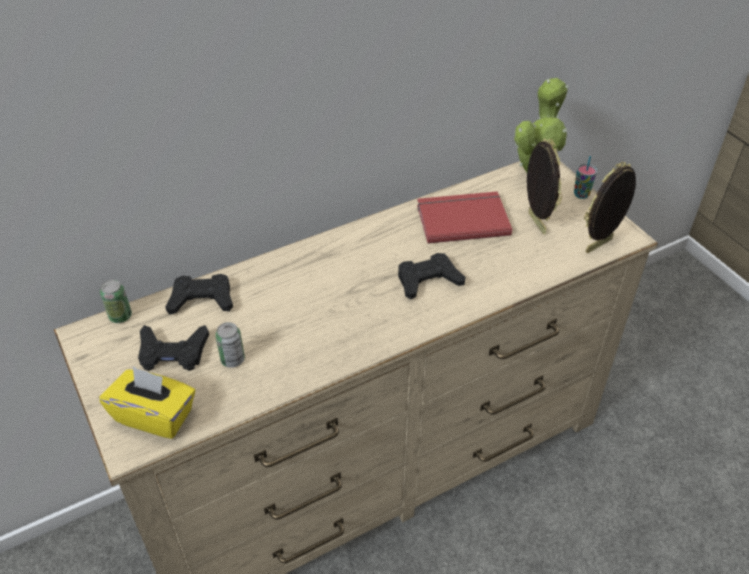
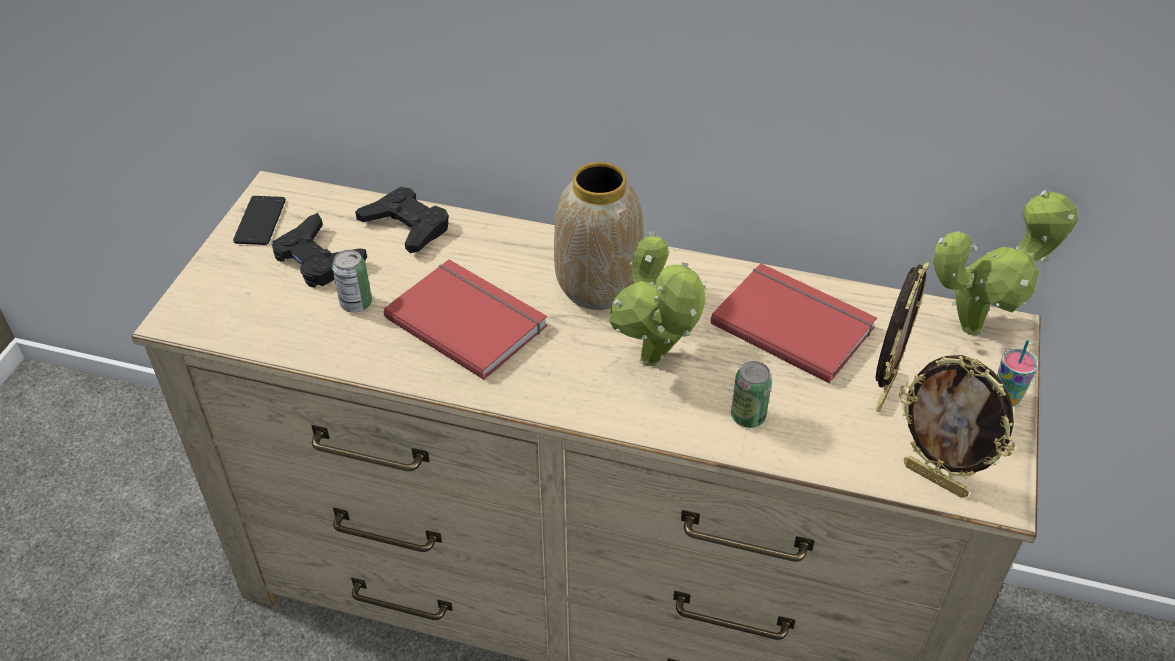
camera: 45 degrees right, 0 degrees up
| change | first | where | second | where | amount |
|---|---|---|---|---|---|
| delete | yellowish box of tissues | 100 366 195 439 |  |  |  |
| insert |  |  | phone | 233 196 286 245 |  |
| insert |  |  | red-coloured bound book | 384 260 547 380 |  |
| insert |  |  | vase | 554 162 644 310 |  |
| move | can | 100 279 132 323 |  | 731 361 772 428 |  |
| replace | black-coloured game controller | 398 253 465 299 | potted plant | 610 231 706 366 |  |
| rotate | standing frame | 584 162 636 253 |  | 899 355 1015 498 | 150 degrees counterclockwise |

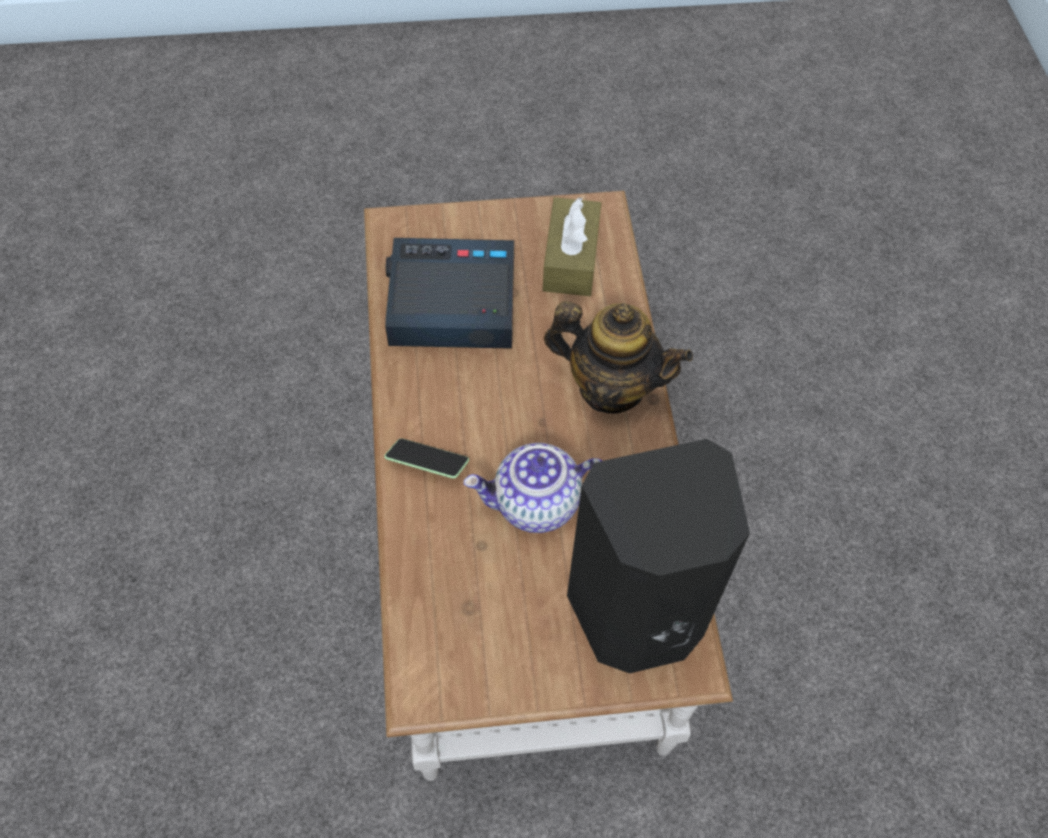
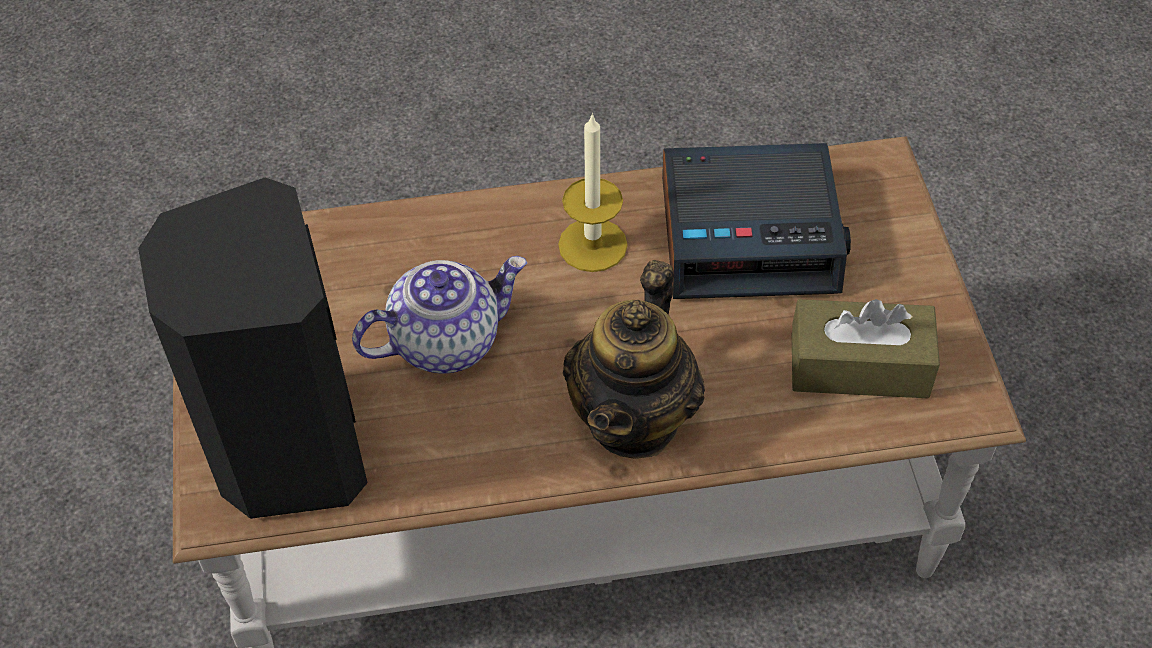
camera: 90 degrees right, 5 degrees down
| change | first | where | second | where | amount |
|---|---|---|---|---|---|
| delete | phone | 384 439 469 478 |  |  |  |
| insert |  |  | wax candle | 558 113 628 272 |  |
| rotate | alarm clock | 385 238 514 349 |  | 662 143 851 299 | 90 degrees clockwise |
| rotate | tea pot | 464 443 603 533 |  | 352 256 527 373 | 75 degrees clockwise |

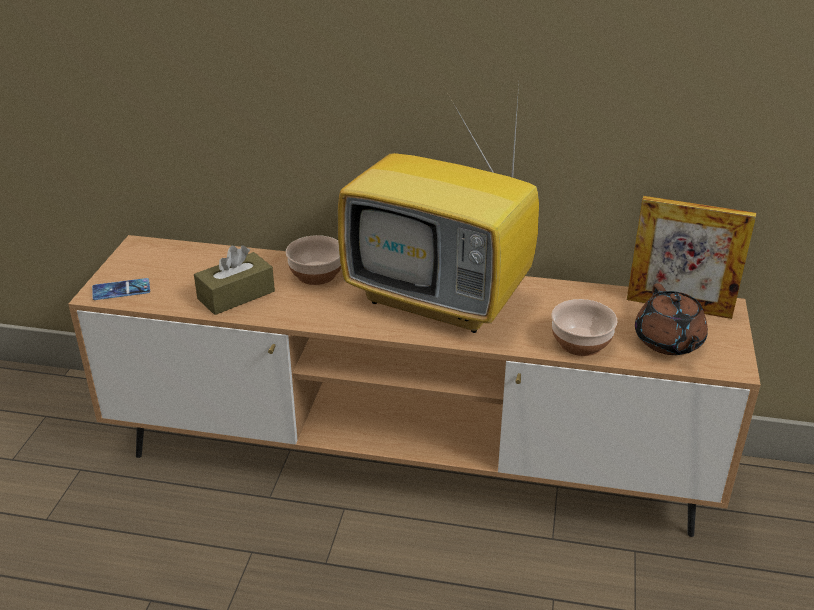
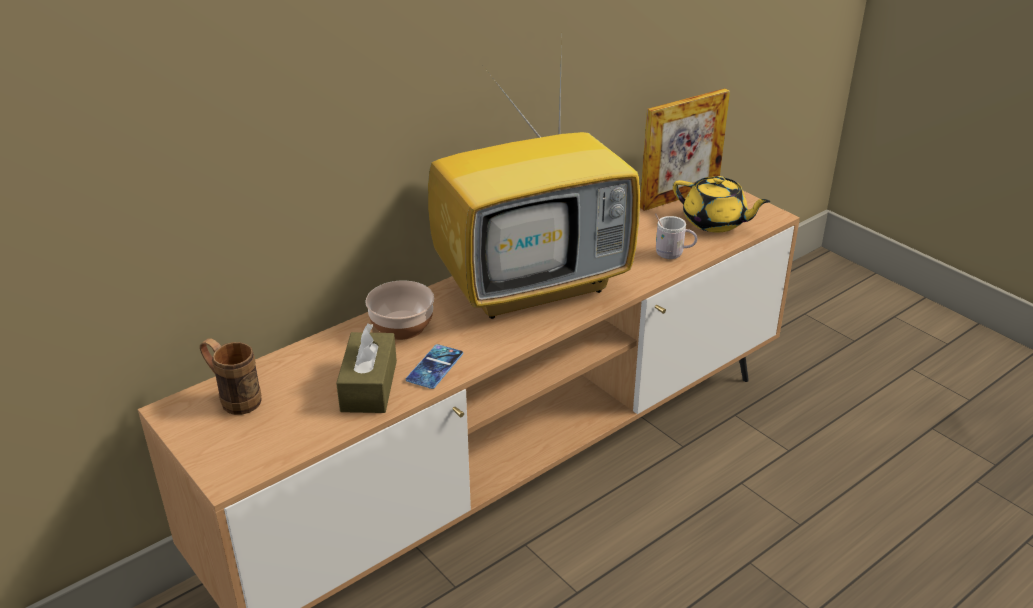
camera: 50 degrees left, 0 degrees up
| change | first | where | second | where | amount |
|---|---|---|---|---|---|
| insert |  |  | brownish coffee mug | 200 338 262 415 |  |
| move | phone | 92 278 150 300 |  | 406 344 463 389 |  |
| replace | deep dish | 551 299 617 356 | white-coloured coffee mug | 655 213 697 259 |  |
| recolor | brownish tea pot | 635 283 708 355 | yellowish tea pot | 673 176 770 232 |  |

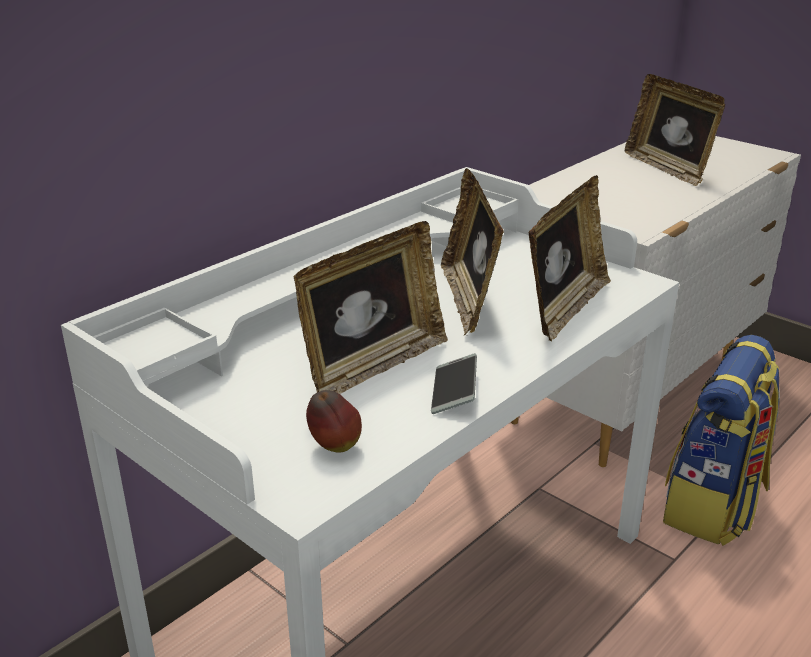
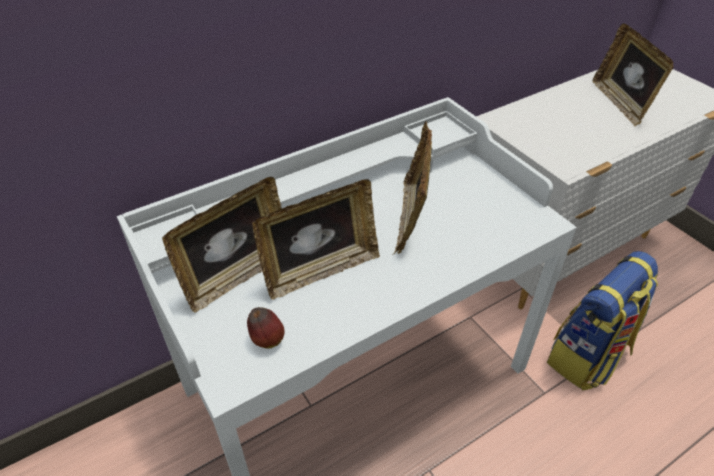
camera: 15 degrees right, 15 degrees up
| change | first | where | second | where | amount |
|---|---|---|---|---|---|
| delete | phone | 431 353 477 414 |  |  |  |
| move | standing frame | 528 175 611 341 |  | 162 177 282 313 |  |

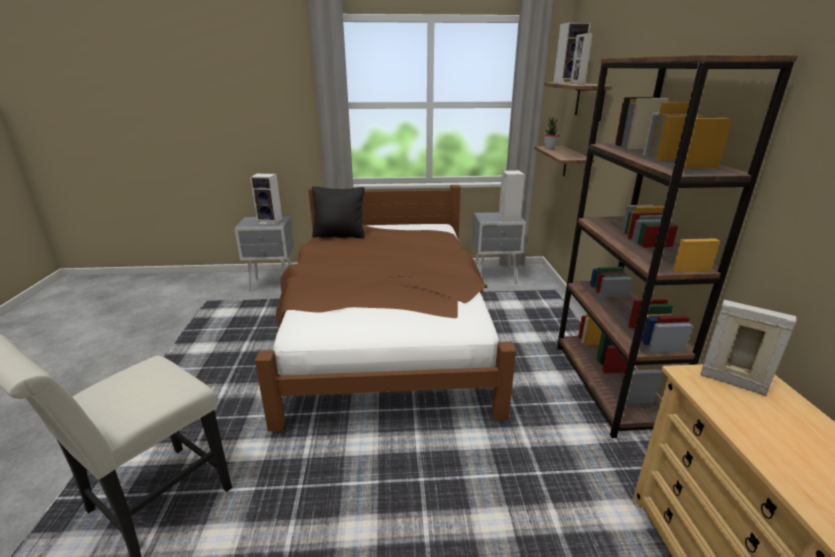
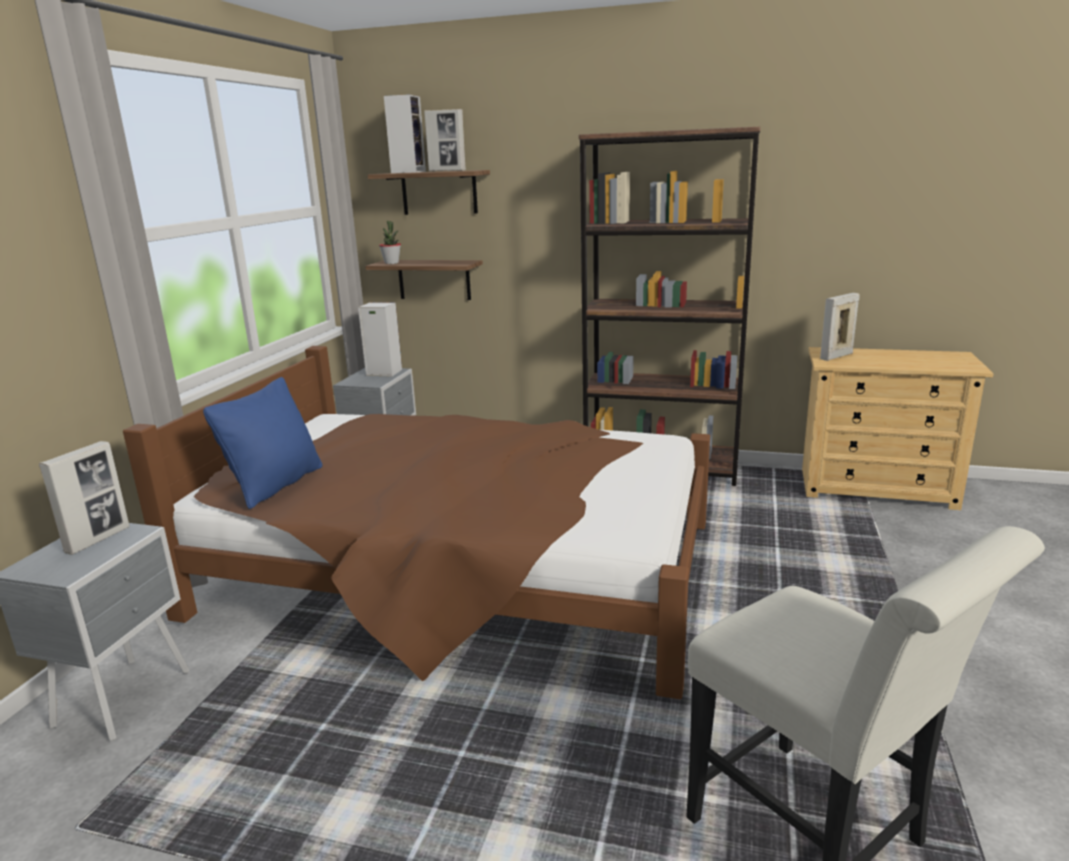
camera: 70 degrees left, 5 degrees down
| change | first | where | second | where | amount |
|---|---|---|---|---|---|
| replace | loudspeaker | 250 173 282 225 | standing frame | 39 441 130 555 |  |
| recolor | black-coloured cushion | 312 186 365 239 | bluish cushion | 203 377 322 509 |  |

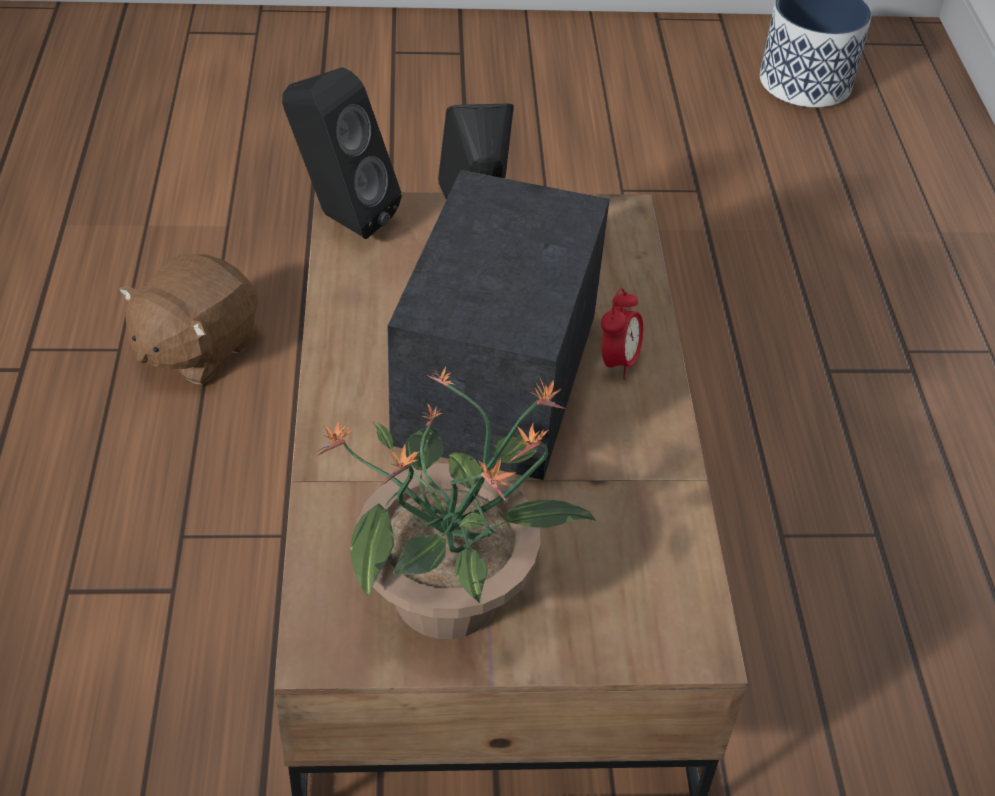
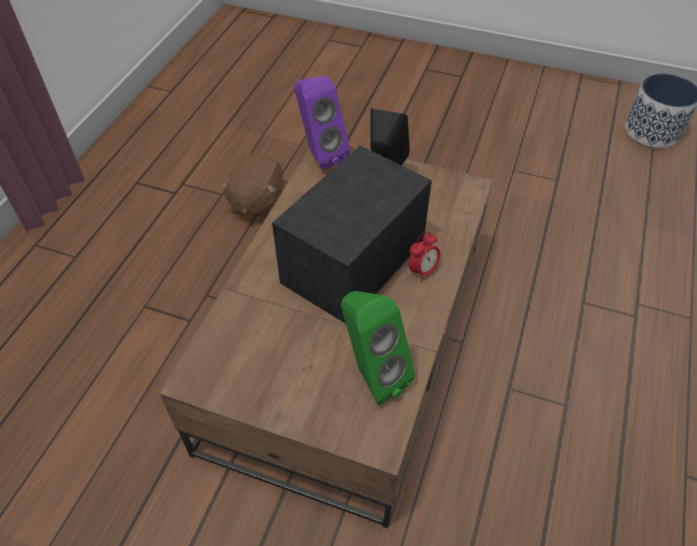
camera: 25 degrees right, 5 degrees up
| change | first | where | second | where | amount |
|---|---|---|---|---|---|
| delete | potted plant | 314 367 597 639 |  |  |  |
| insert |  |  | green-coloured loudspeaker | 341 291 415 405 |  |
| recolor | black-coloured loudspeaker | 282 67 402 239 | purple loudspeaker | 294 76 350 170 |  |
| rotate | brownish soft toy | 119 253 258 384 |  | 220 154 283 218 | 45 degrees counterclockwise |

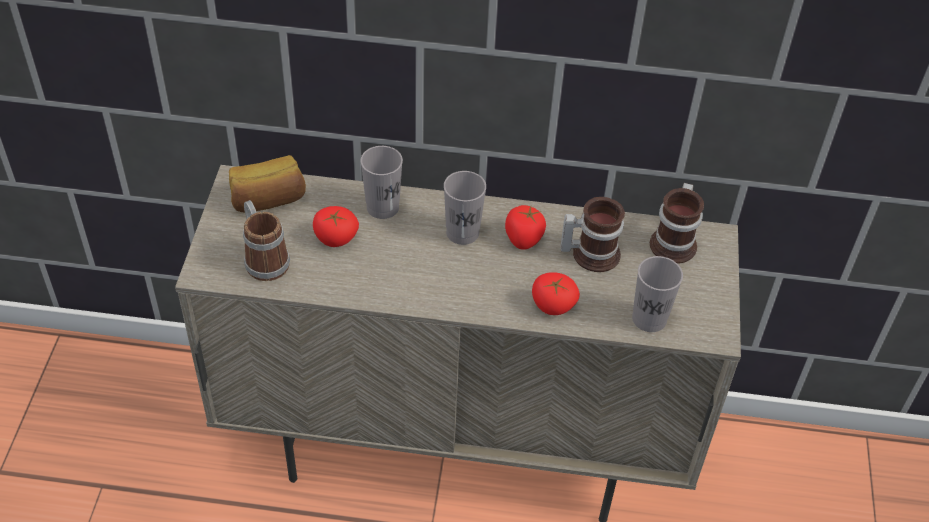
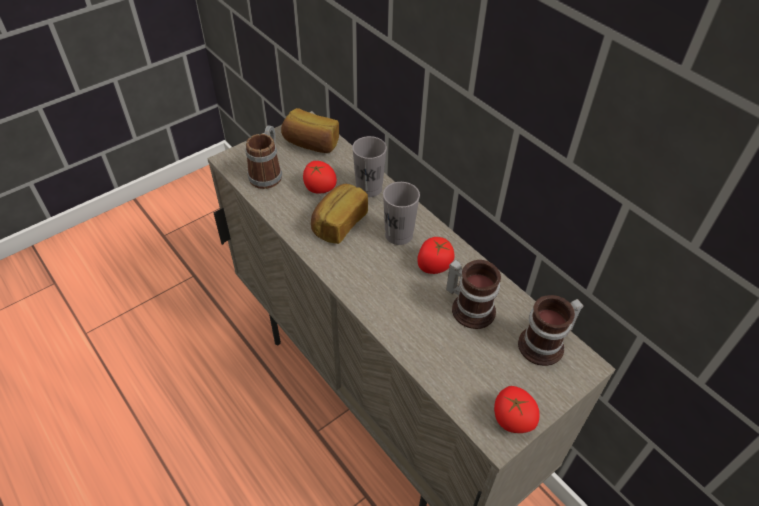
camera: 45 degrees right, 0 degrees up
| change | first | where | second | where | amount |
|---|---|---|---|---|---|
| delete | gray drinking cup | 632 256 683 332 |  |  |  |
| insert |  |  | bread | 311 184 368 244 |  |
| move | whole tomato | 532 272 580 315 |  | 494 386 540 433 |  |

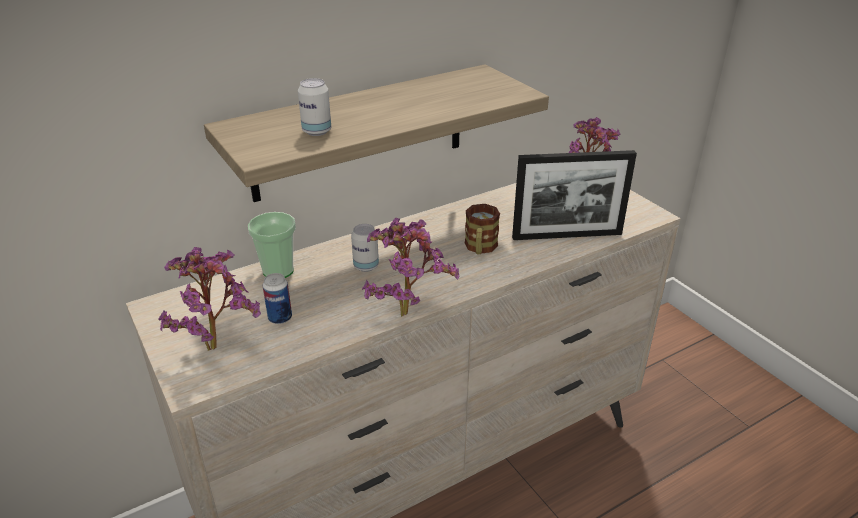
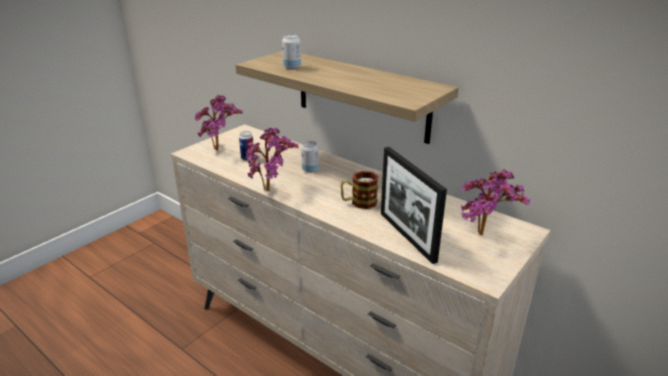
camera: 70 degrees right, 5 degrees down
| change | first | where | second | where | amount |
|---|---|---|---|---|---|
| delete | drinking cup | 248 212 296 278 |  |  |  |

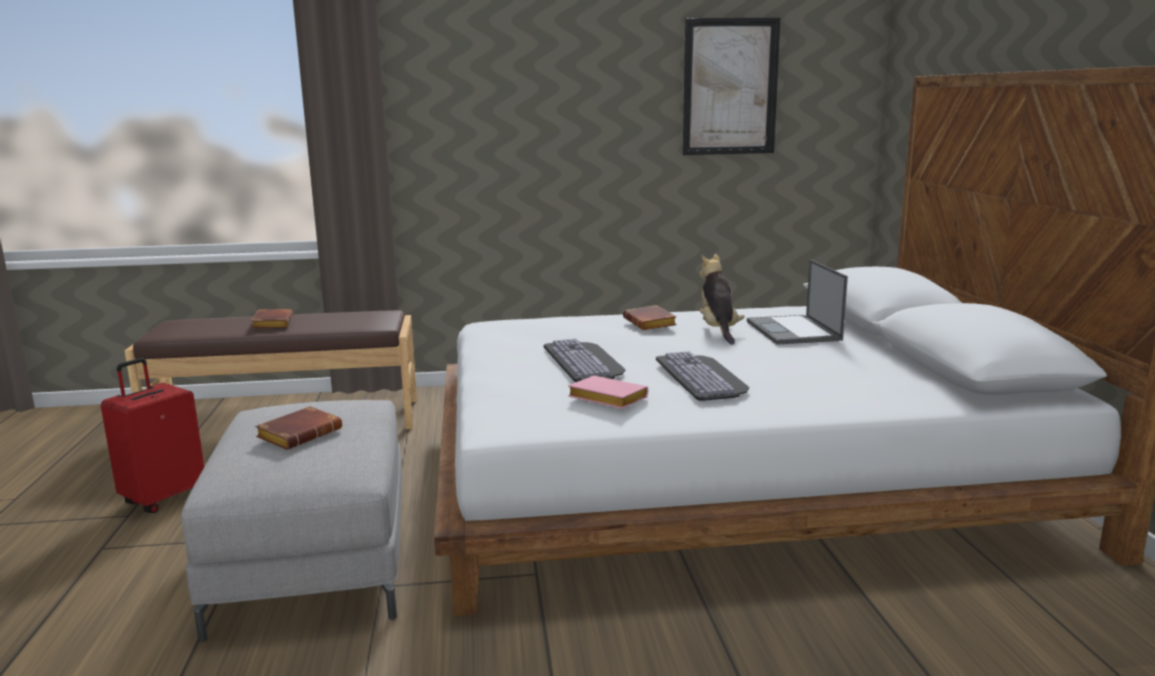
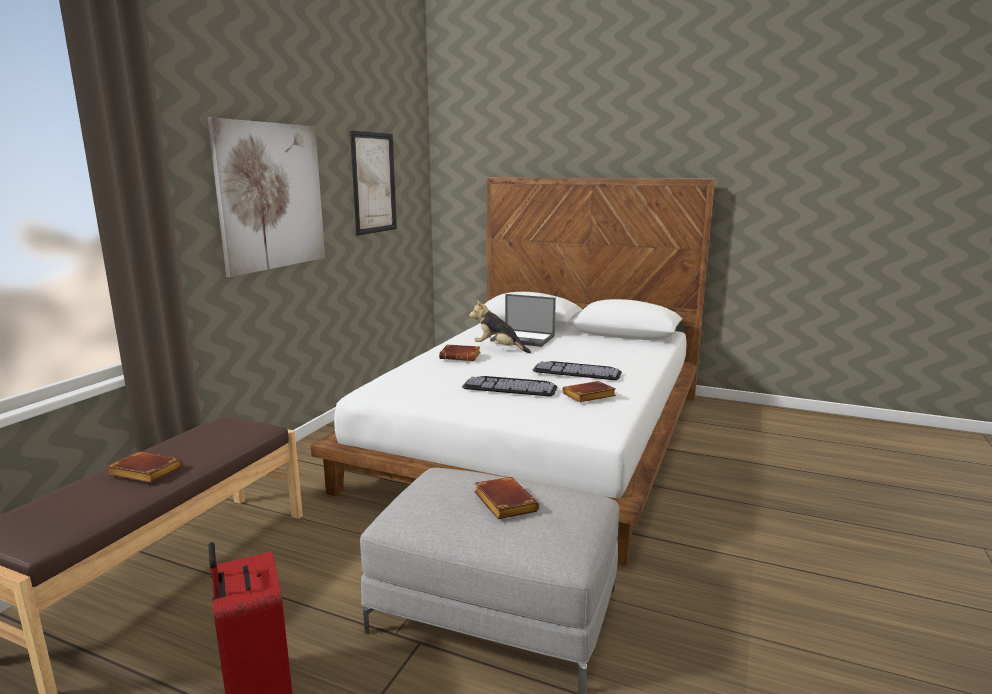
camera: 60 degrees left, 0 degrees up
| change | first | where | second | where | amount |
|---|---|---|---|---|---|
| insert |  |  | wall picture | 208 117 325 277 |  |
| recolor | pink-coloured bound book | 568 376 648 409 | brownish bound book | 562 381 616 402 |  |

